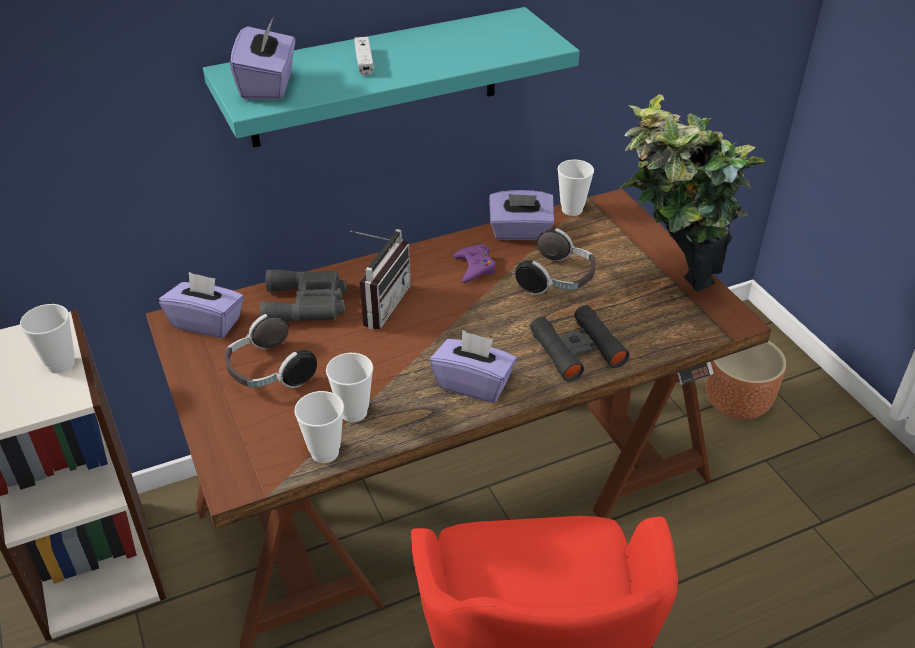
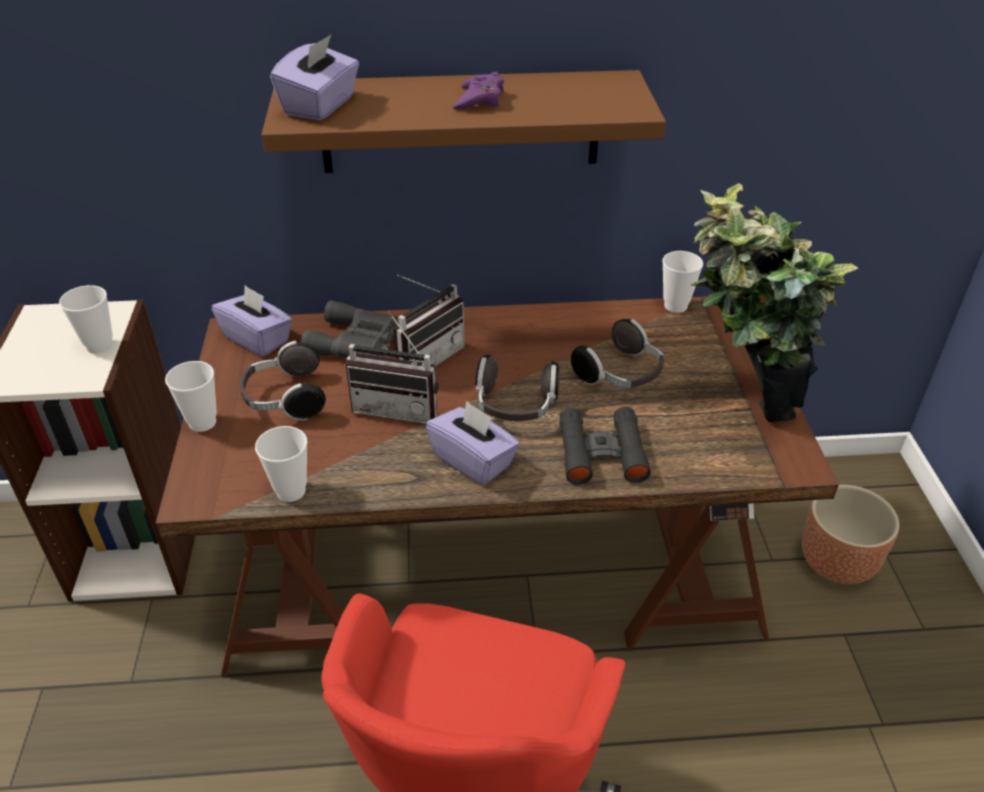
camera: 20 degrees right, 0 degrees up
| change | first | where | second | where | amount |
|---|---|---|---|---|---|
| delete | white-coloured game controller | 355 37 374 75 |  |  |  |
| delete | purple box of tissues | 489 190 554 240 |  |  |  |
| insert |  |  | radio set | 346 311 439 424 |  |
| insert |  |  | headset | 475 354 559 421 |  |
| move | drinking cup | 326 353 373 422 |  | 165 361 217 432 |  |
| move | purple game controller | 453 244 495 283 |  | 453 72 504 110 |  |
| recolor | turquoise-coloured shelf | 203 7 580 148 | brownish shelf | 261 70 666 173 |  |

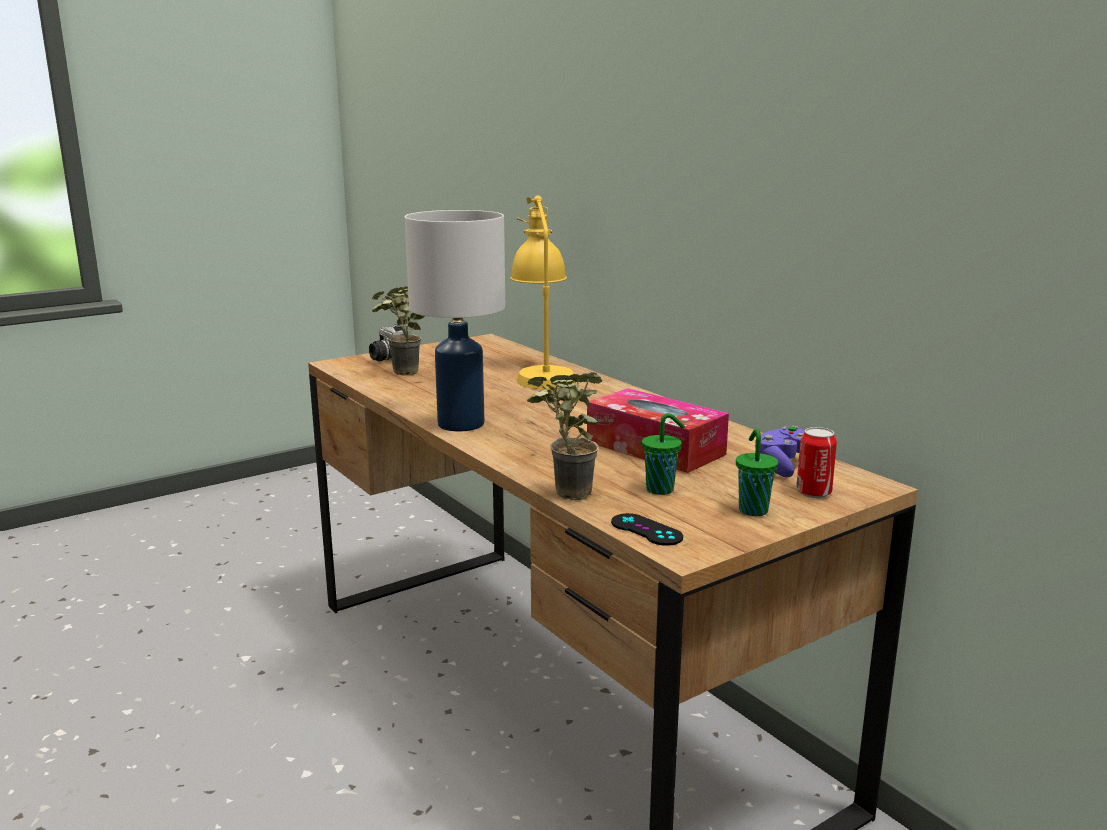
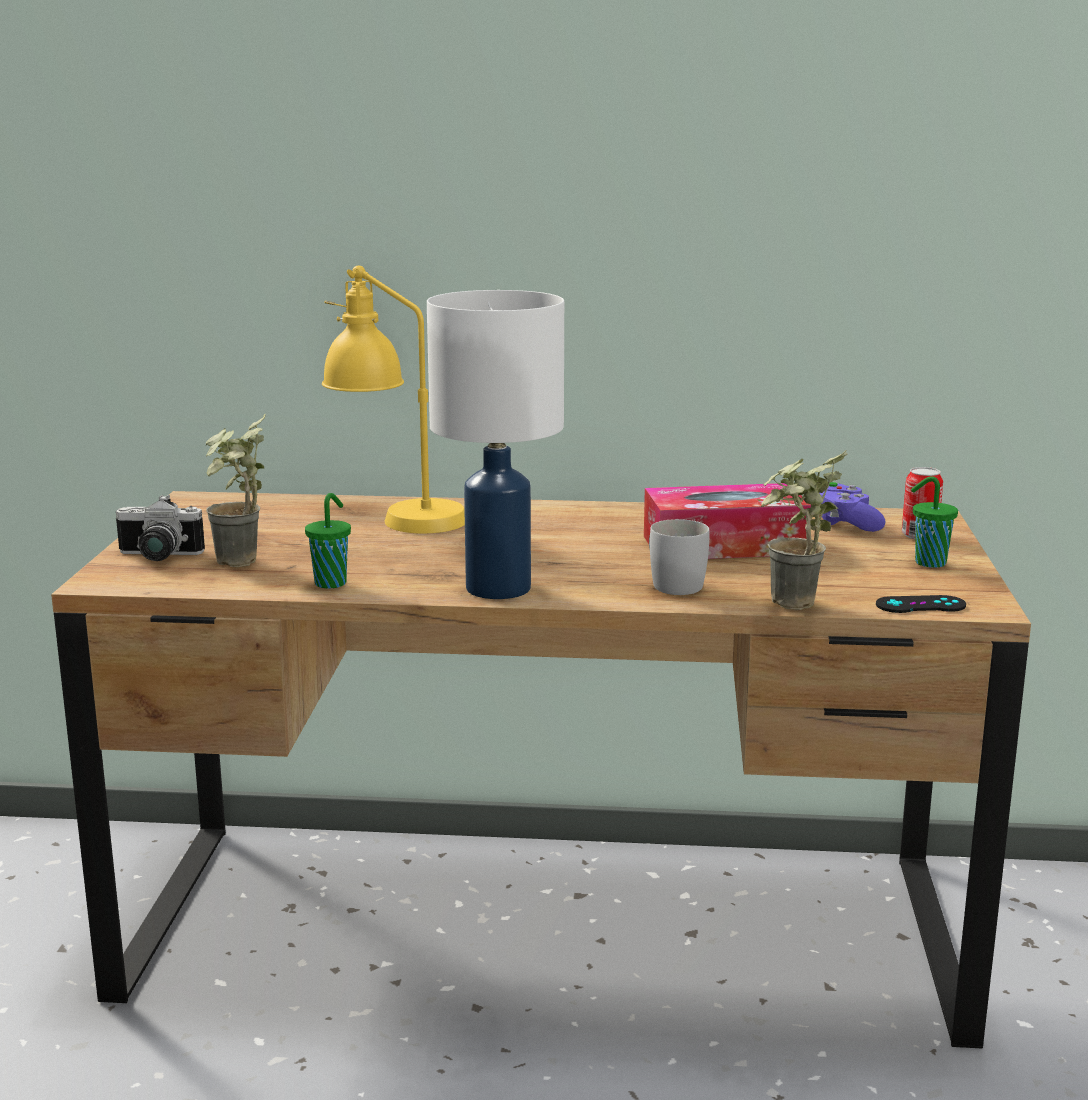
camera: 50 degrees left, 0 degrees up
| change | first | where | second | where | amount |
|---|---|---|---|---|---|
| insert |  |  | white-coloured coffee mug | 649 519 709 595 |  |
| move | green-coloured drinking cup | 642 413 685 495 |  | 305 493 351 588 |  |

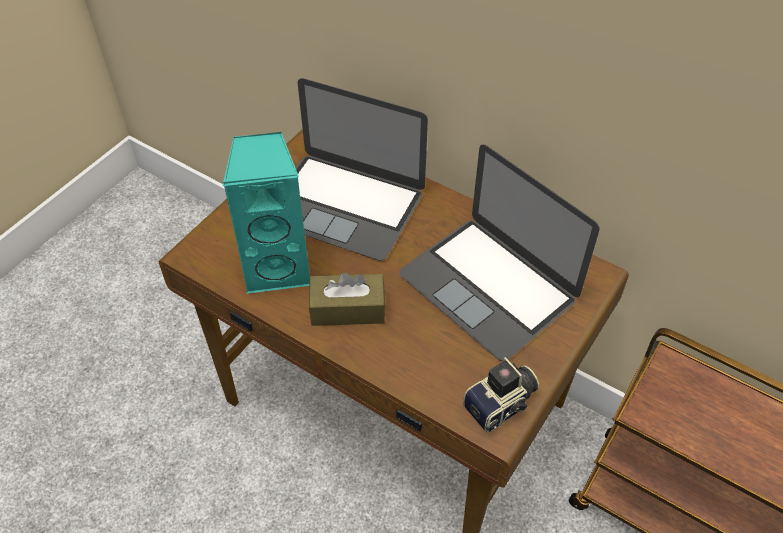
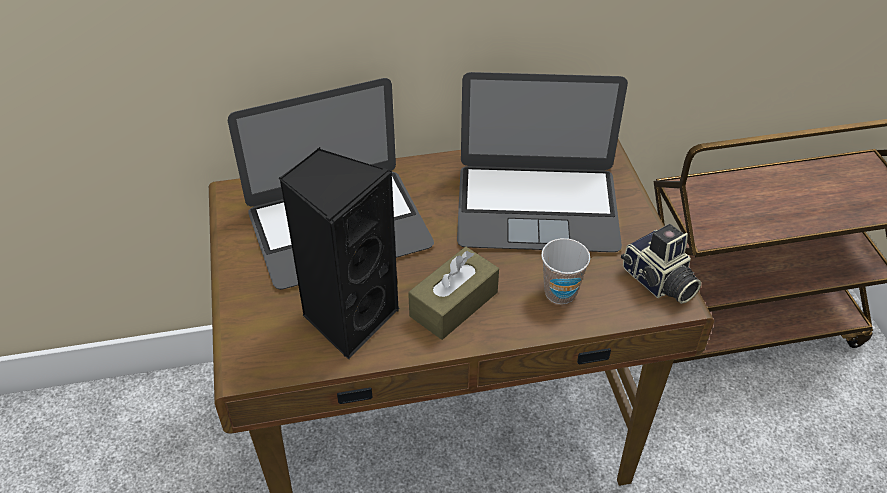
camera: 45 degrees left, 5 degrees down
| change | first | where | second | where | amount |
|---|---|---|---|---|---|
| insert |  |  | drinking cup | 541 238 590 304 |  |
| recolor | turquoise-coloured loudspeaker | 223 132 310 294 | black-coloured loudspeaker | 278 147 399 360 |  |
| rotate | still camera | 463 357 539 433 |  | 621 224 701 304 | 135 degrees clockwise |

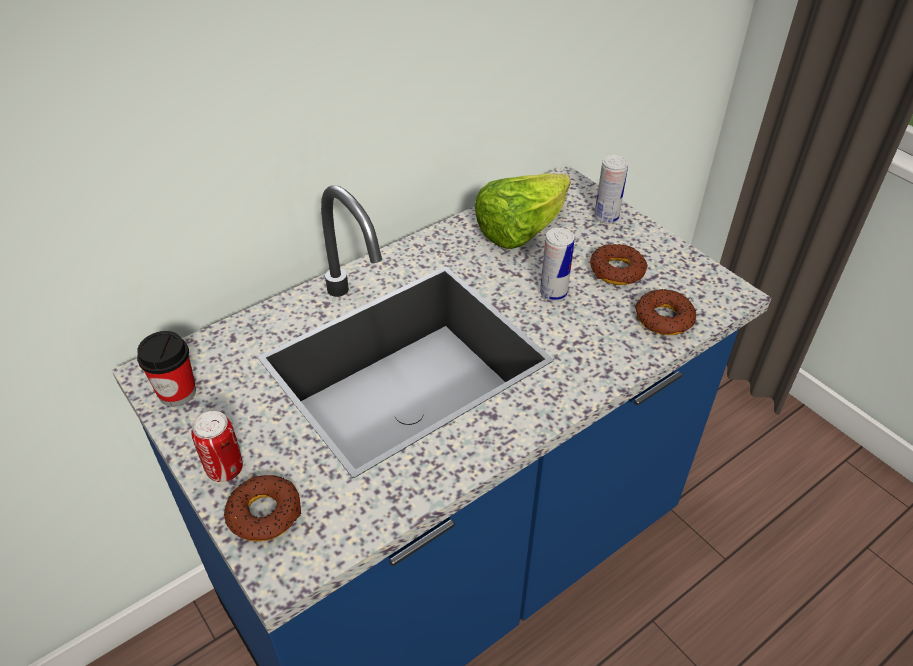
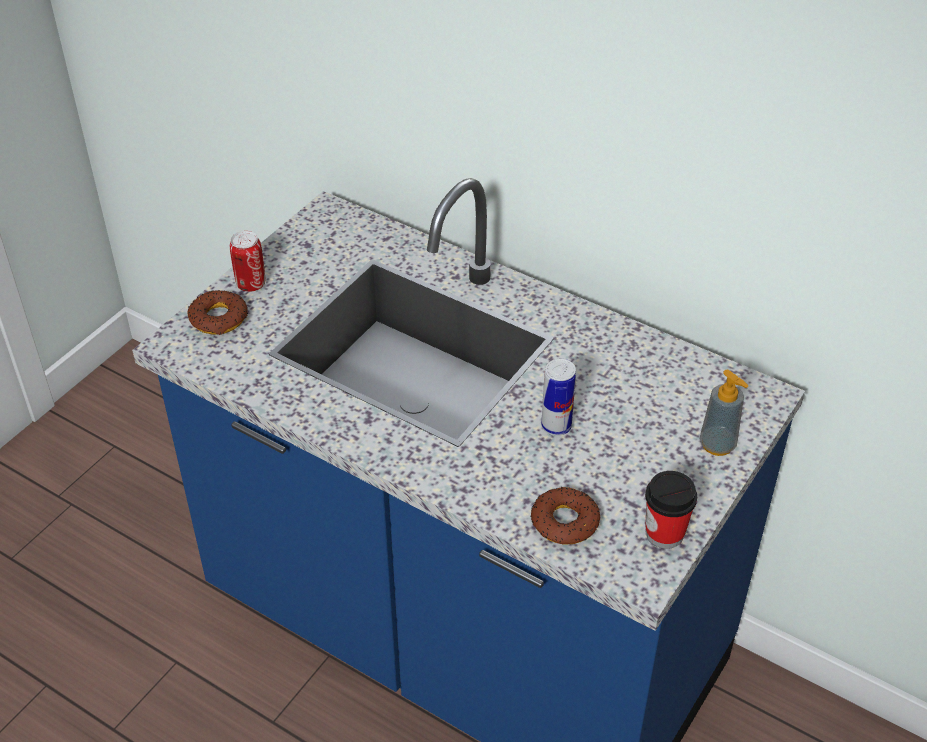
camera: 70 degrees right, 0 degrees up
| change | first | where | second | where | amount |
|---|---|---|---|---|---|
| delete | head of lettuce | 474 173 571 249 |  |  |  |
| delete | donut | 590 244 647 285 |  |  |  |
| move | drinking cup | 137 331 196 407 |  | 645 471 697 549 |  |
| replace | can | 594 155 628 224 | soap dispenser | 700 370 748 456 |  |

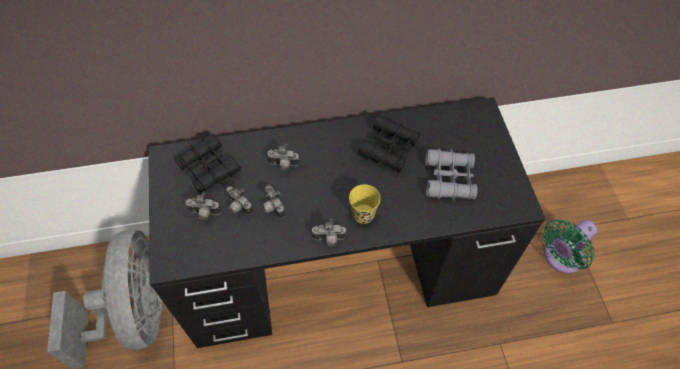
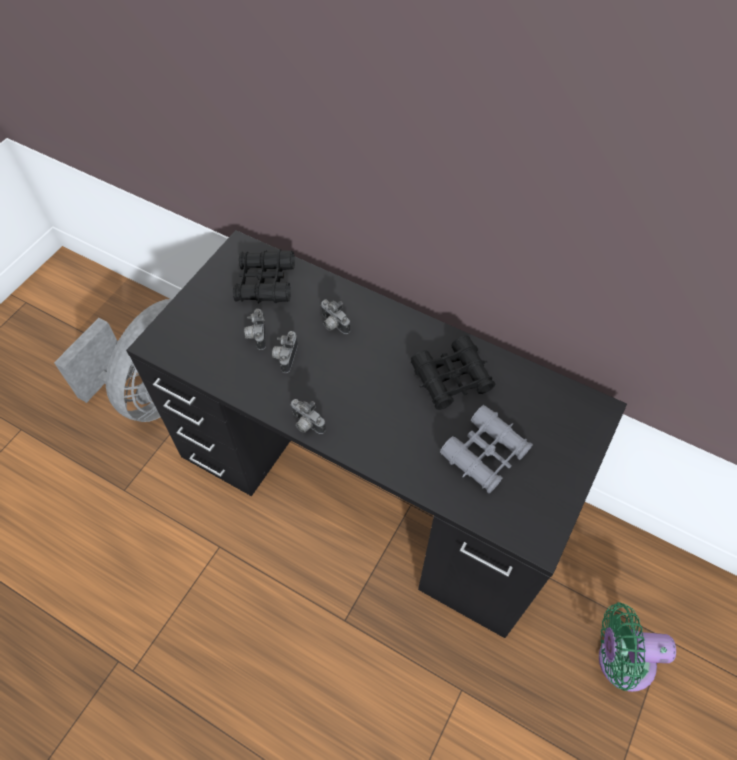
camera: 40 degrees right, 0 degrees up
| change | first | where | second | where | amount |
|---|---|---|---|---|---|
| delete | still camera | 186 192 221 220 |  |  |  |
| delete | yellowish drinking cup | 349 184 381 224 |  |  |  |

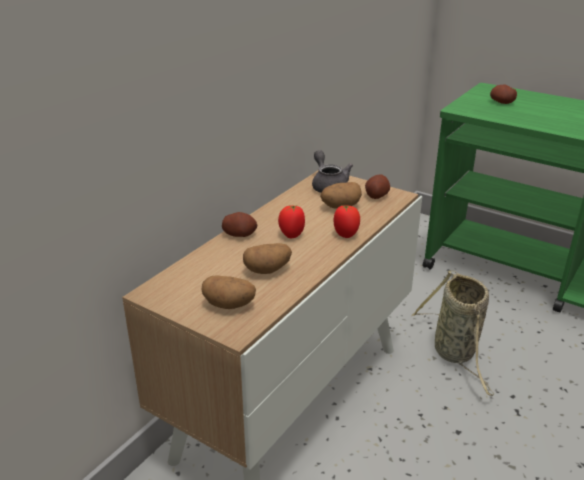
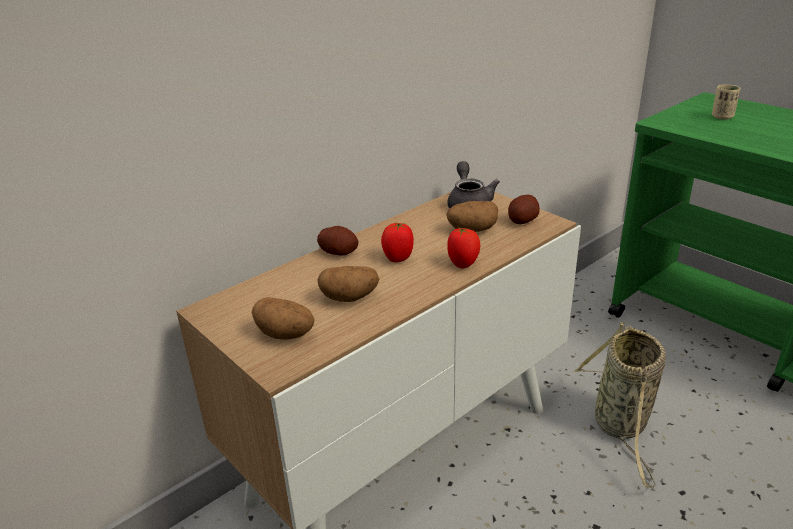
camera: 15 degrees right, 0 degrees up
| change | first | where | second | where | amount |
|---|---|---|---|---|---|
| replace | spud | 490 85 517 104 | sand-coloured drinking cup | 712 84 740 120 |  |

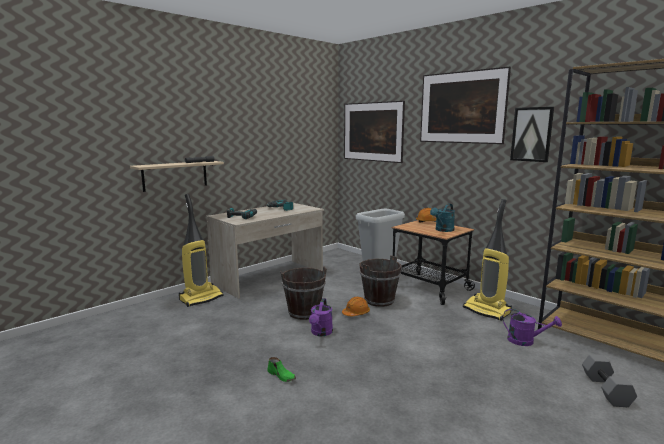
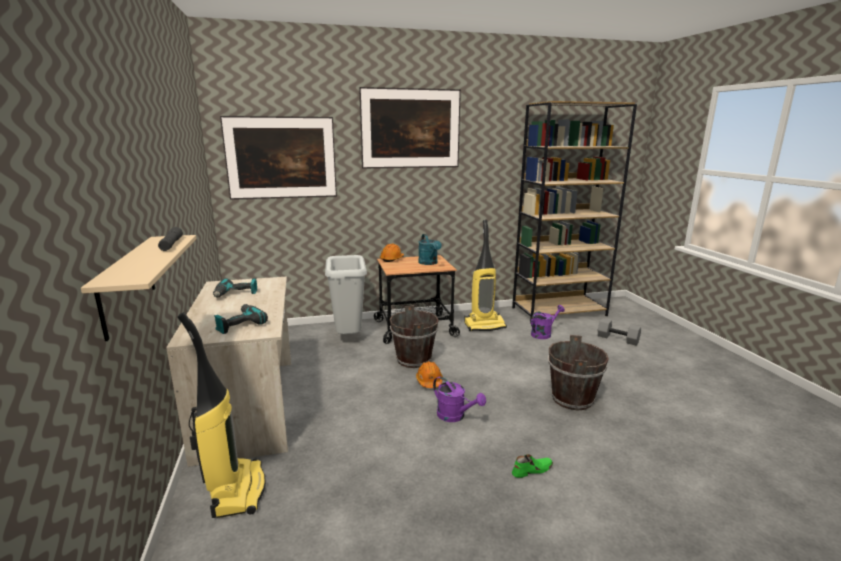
camera: 60 degrees left, 5 degrees up
| change | first | where | second | where | amount |
|---|---|---|---|---|---|
| delete | wall picture | 510 107 554 162 |  |  |  |
| move | brownish pail | 280 267 327 320 |  | 548 335 609 410 |  |

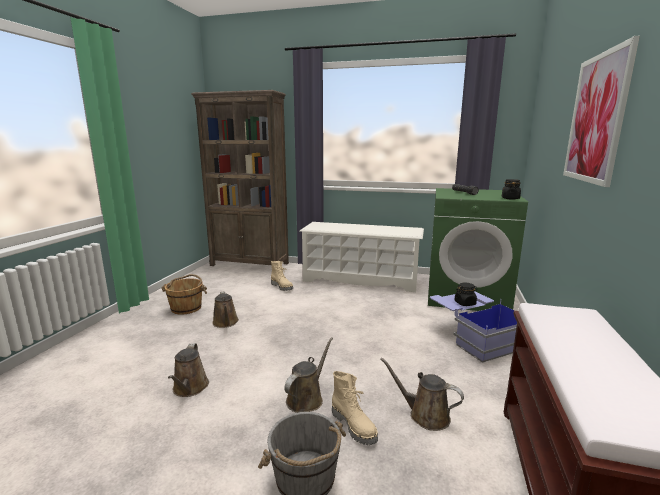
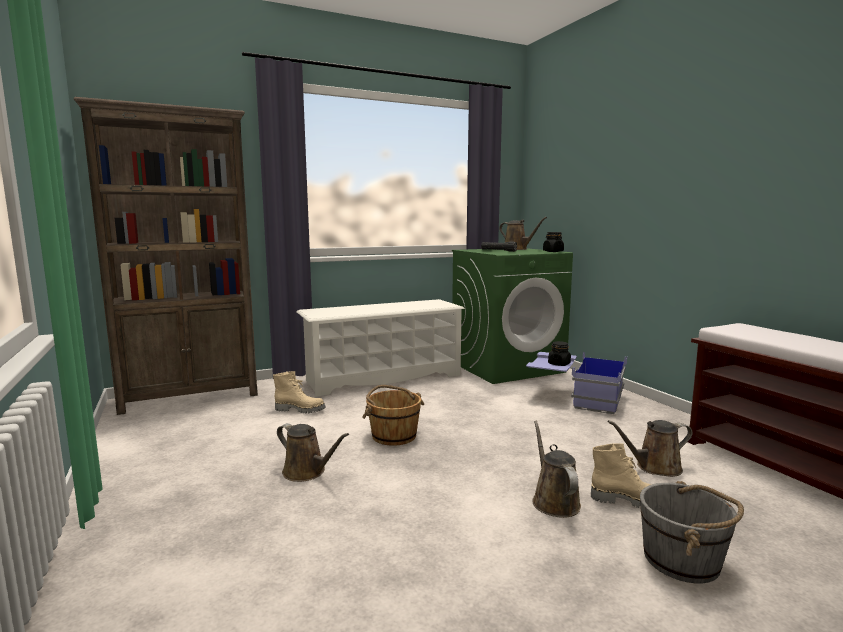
camera: 40 degrees left, 5 degrees down
| change | first | where | second | where | amount |
|---|---|---|---|---|---|
| delete | wall picture | 563 36 640 187 |  |  |  |
| move | brownish pail | 161 274 207 315 |  | 362 385 424 446 |  |
| move | brownish watering can | 168 343 209 397 |  | 499 217 547 250 |  |

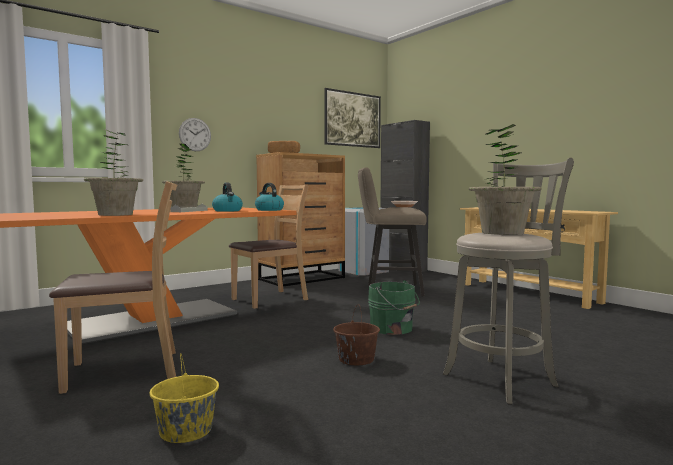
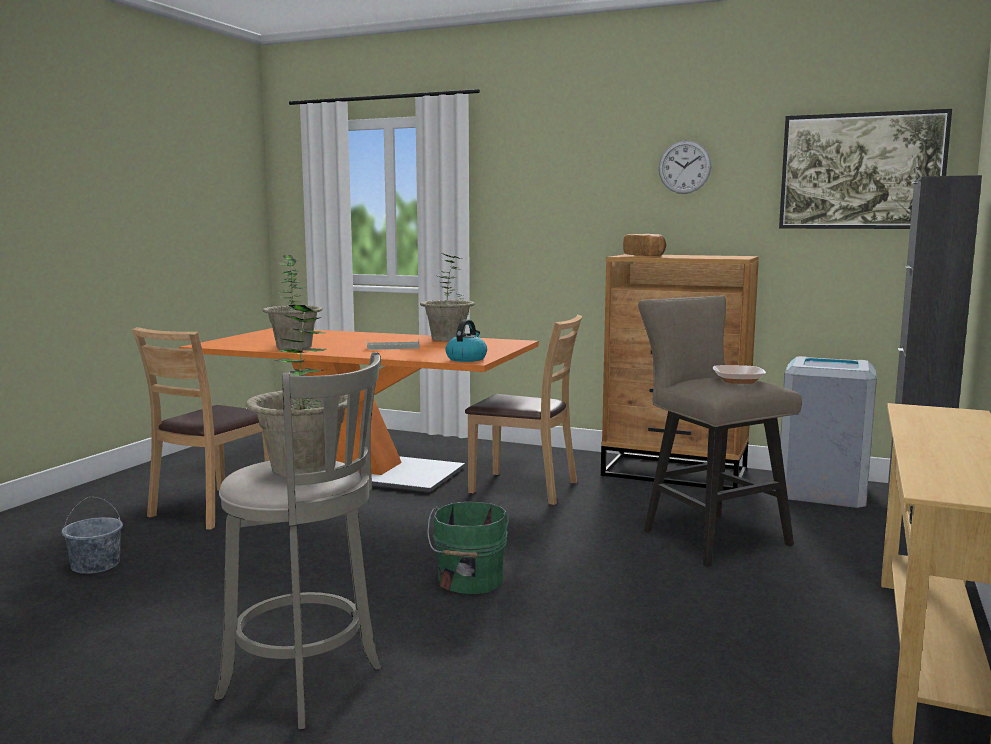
camera: 60 degrees right, 5 degrees up
| change | first | where | second | where | amount |
|---|---|---|---|---|---|
| delete | tea kettle | 212 182 243 212 |  |  |  |
| delete | brownish pail | 333 304 380 365 |  |  |  |
| move | clock on the wall | 179 118 211 151 |  | 659 140 711 194 |  |
| recolor | yellowish pail | 149 353 219 443 | gray pail | 62 497 123 574 |  |
| rotate | brownish plain chair | 49 181 177 394 |  | 131 327 270 530 | 75 degrees clockwise |

